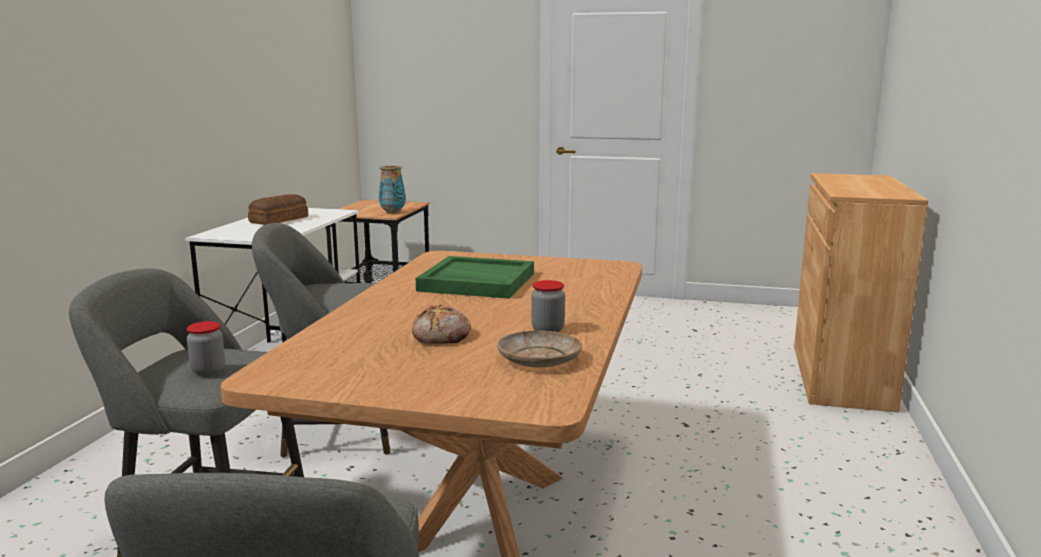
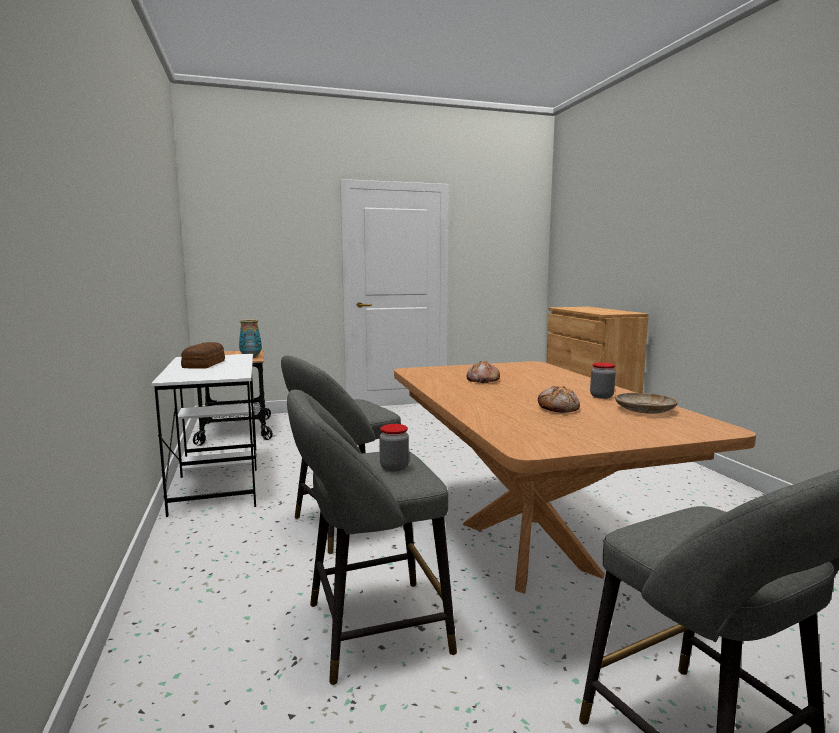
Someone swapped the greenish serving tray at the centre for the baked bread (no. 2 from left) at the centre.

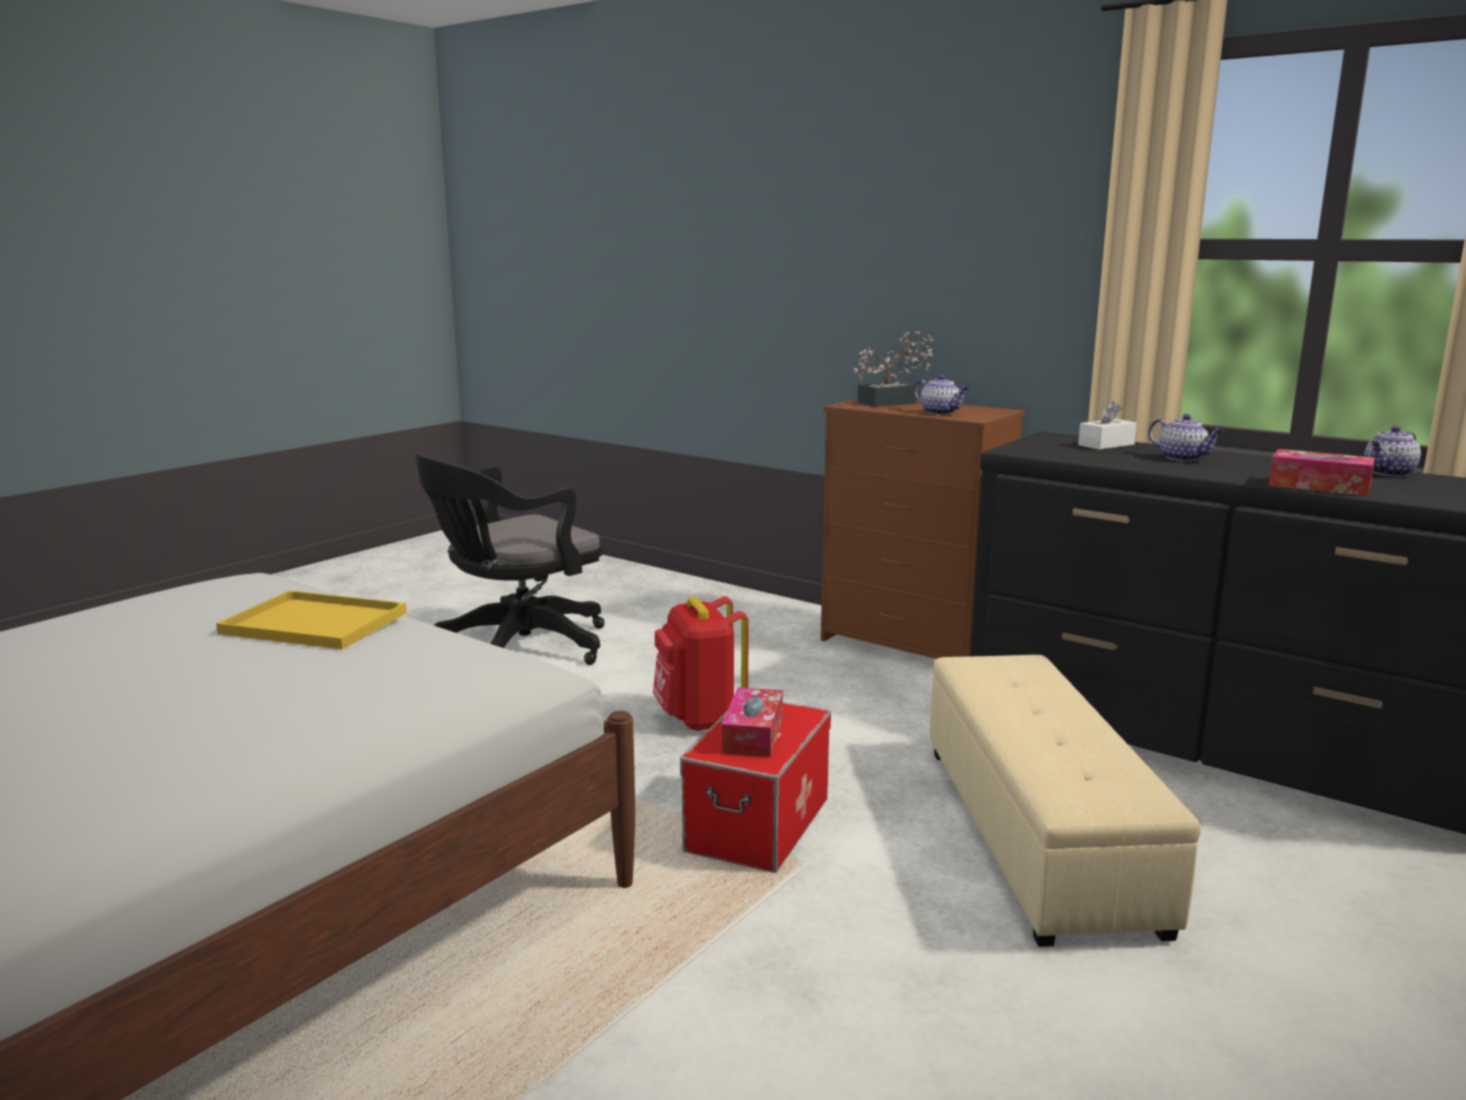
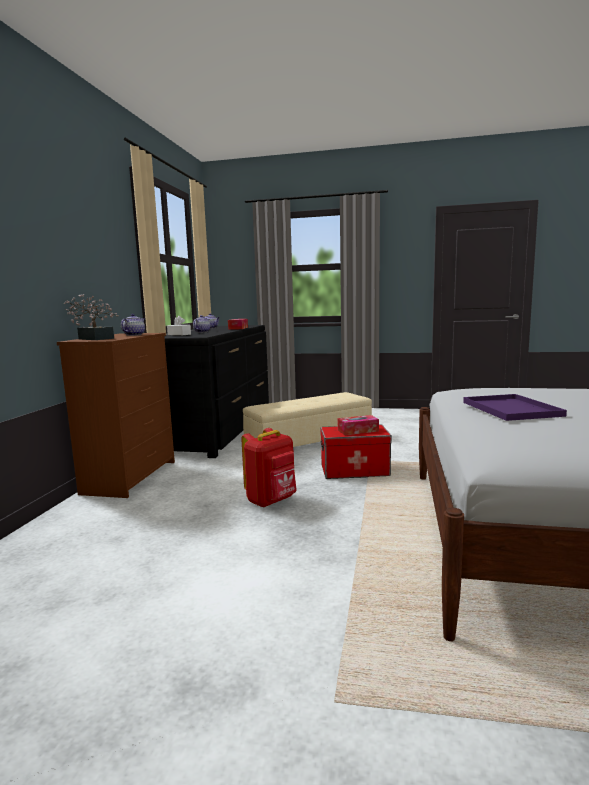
Someone took away the black computer chair at the centre.
Someone repainted the yellow serving tray at the middle left, which became the purple-coloured serving tray at the middle right.

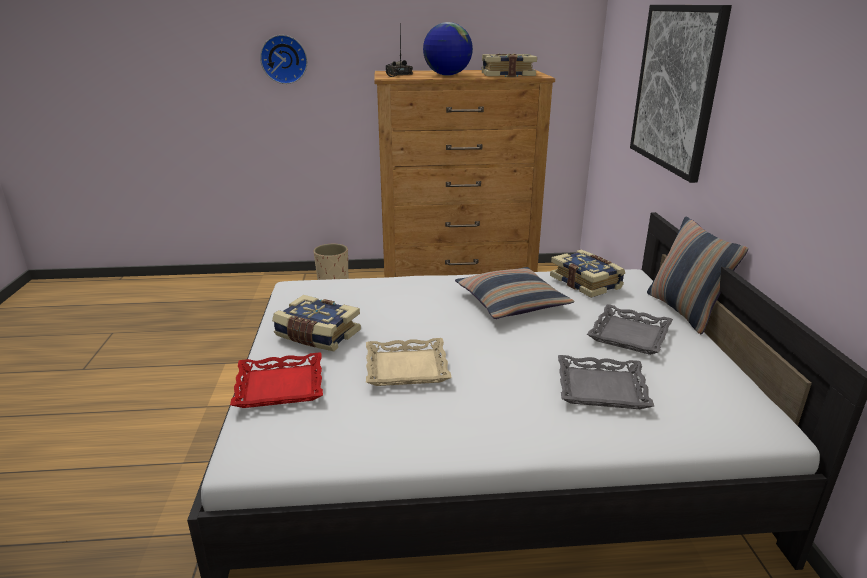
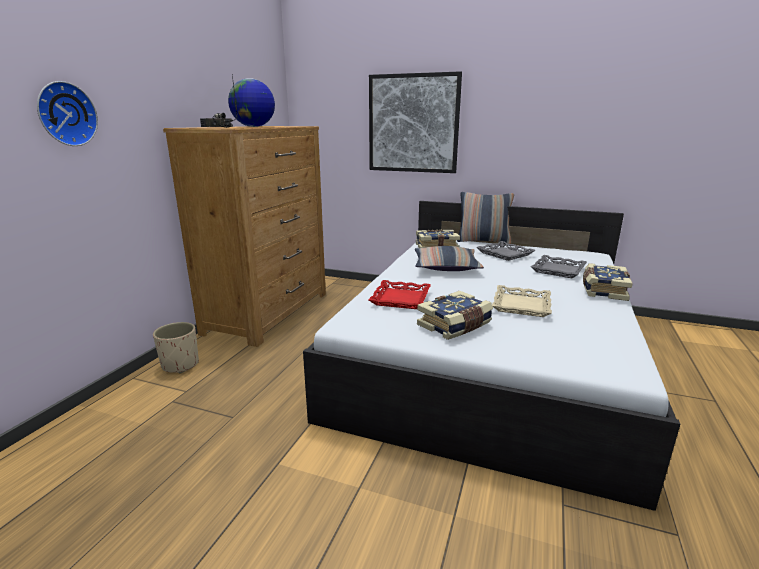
Someone carried the volume (no. 2 from left in the first image) from the top centre to the middle right.
Someone carried the red-coloured serving tray from the middle left to the centre.

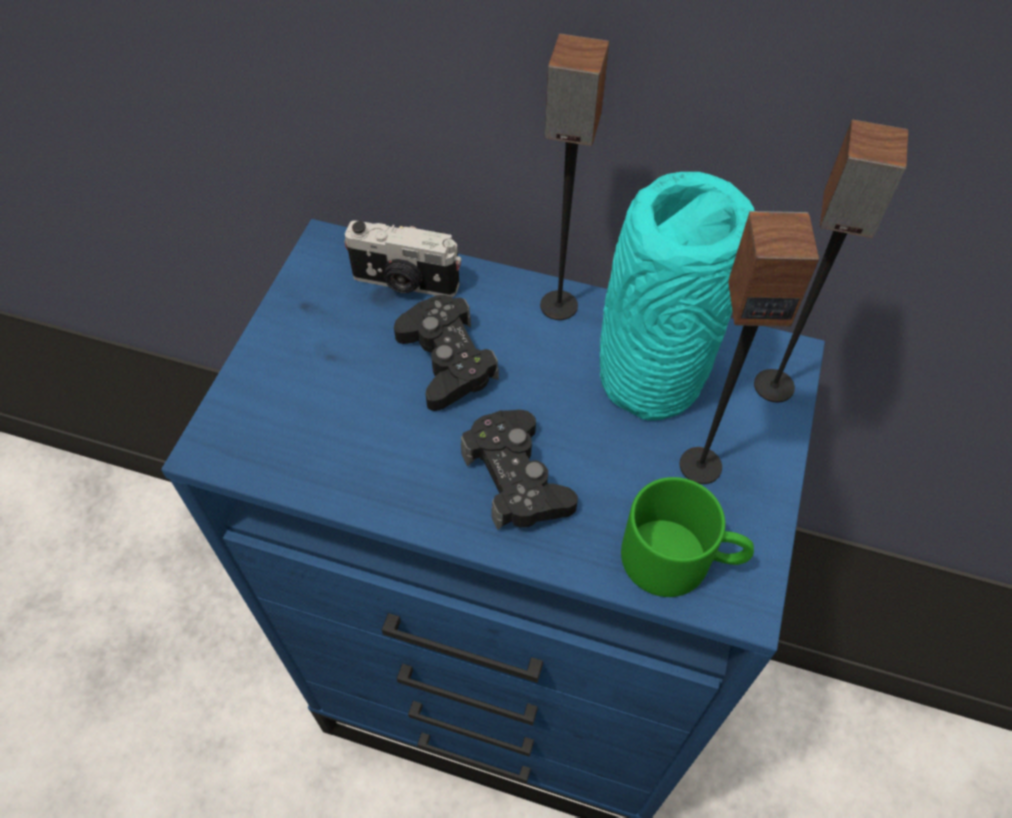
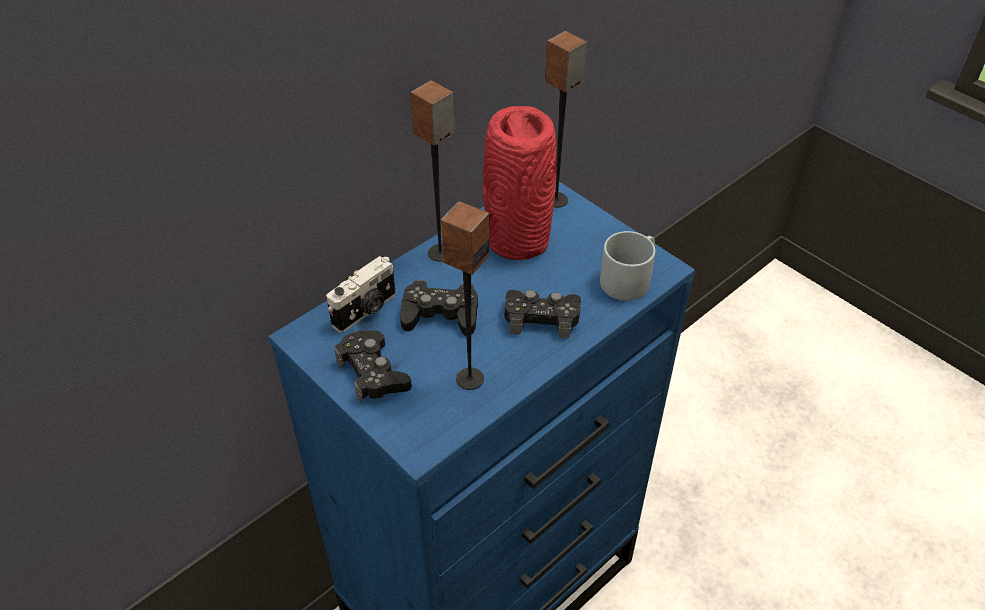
Someone repainted the turquoise flower vase at the middle right, which became the red-coloured flower vase at the top centre.
Someone carried the audio speaker (no. 2 from left) from the middle right to the centre.
Someone repainted the greenish mug at the middle right, which became the grey mug at the centre.
Someone put down the black gamepad (no. 1 from left) at the centre.

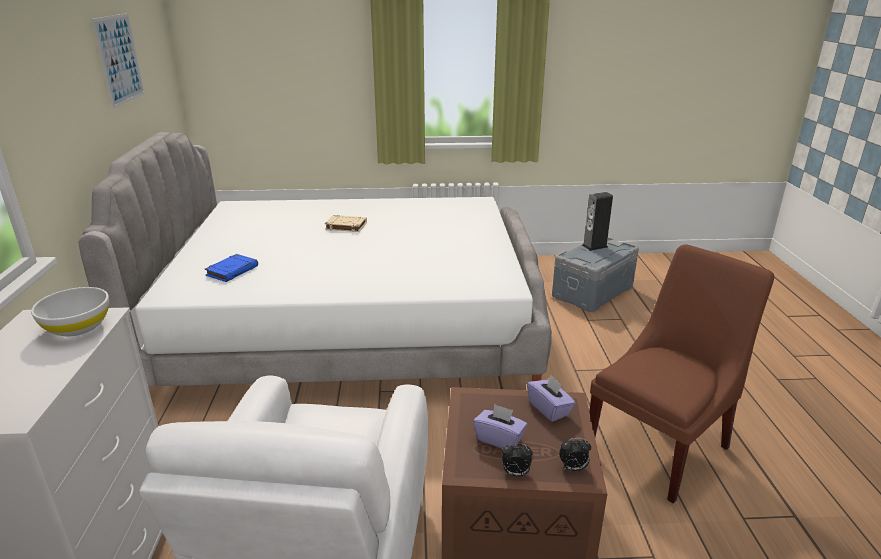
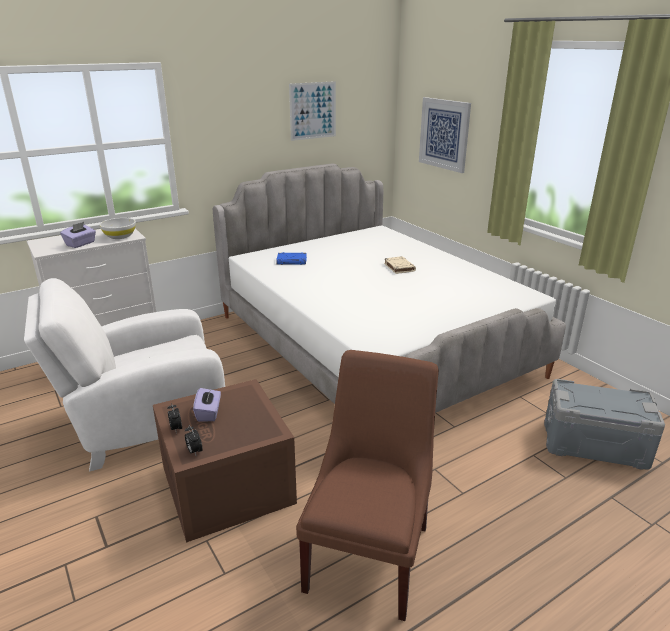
Someone took away the audio speaker at the middle right.
Someone rotated the brown upright chair at the bottom right by 90 degrees counterclockwise.
Someone carried the purple-coloured tissue holder (no. 2 from left in the first image) from the bottom centre to the middle left.
Someone put up the picture (no. 2 from left) at the top centre.

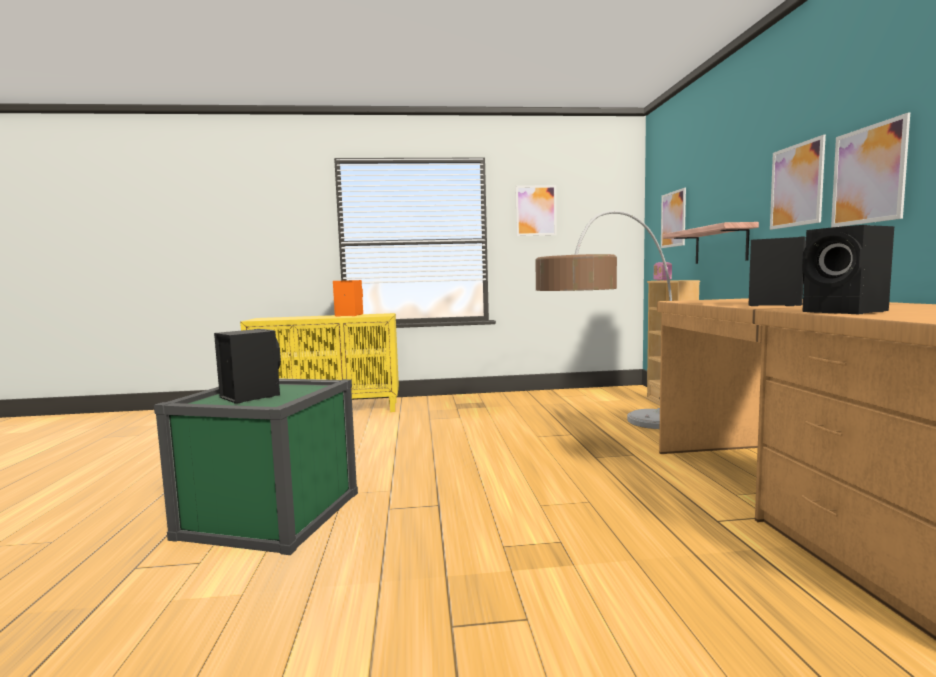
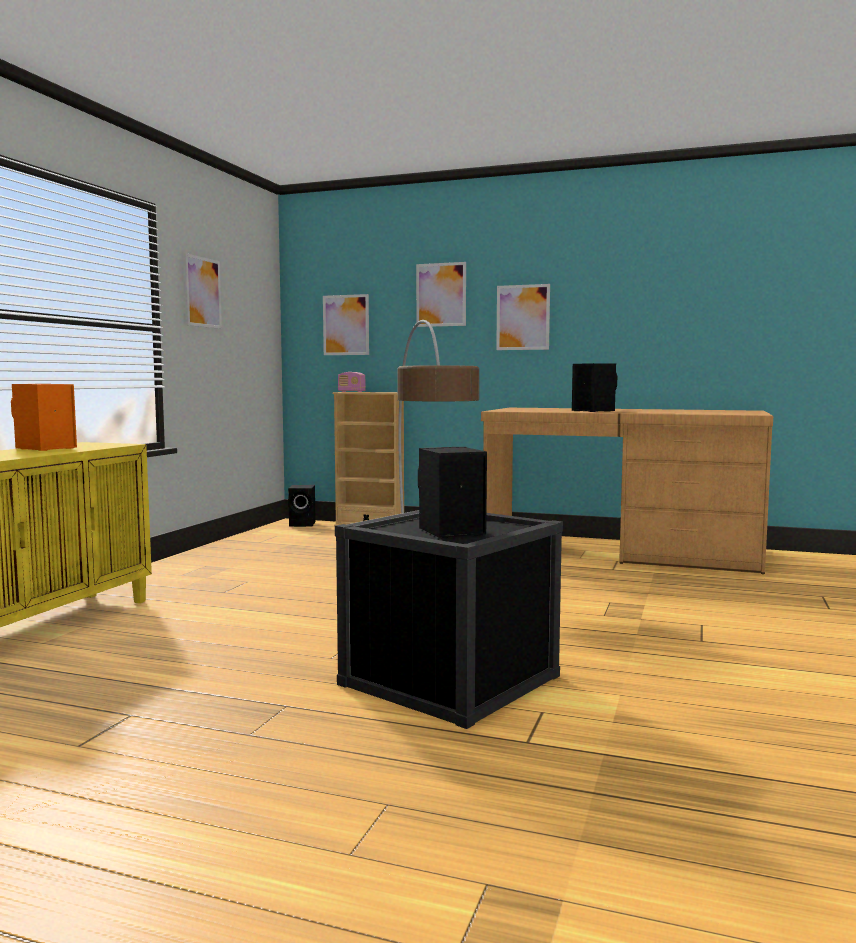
Someone carried the picture (no. 4 from left in the first image) from the top right to the top centre.
Someone took away the wall shelf at the middle right.
Someone carried the black audio speaker (no. 3 from left in the first image) from the middle right to the centre.
Someone repainted the greenish storage bin at the bottom left, which became the black storage bin at the centre.

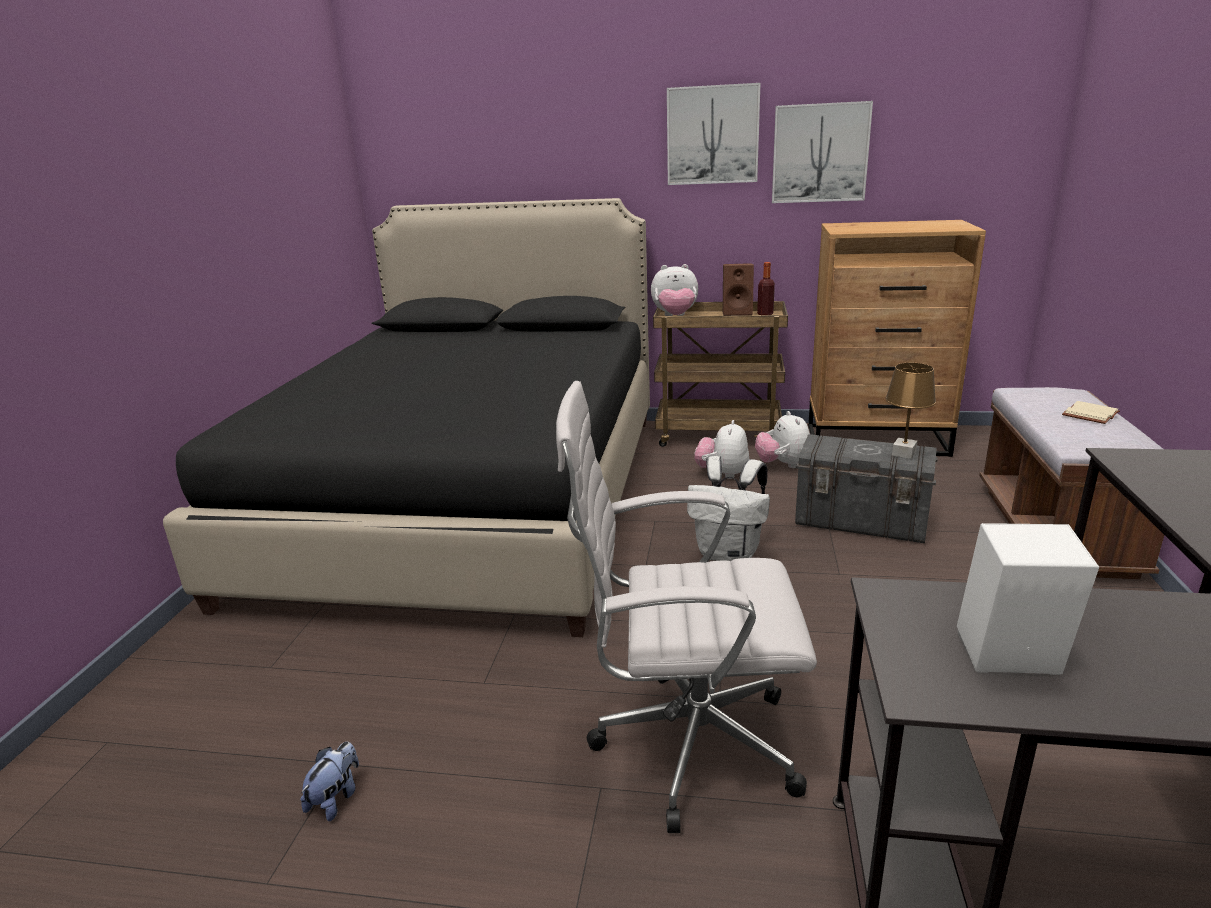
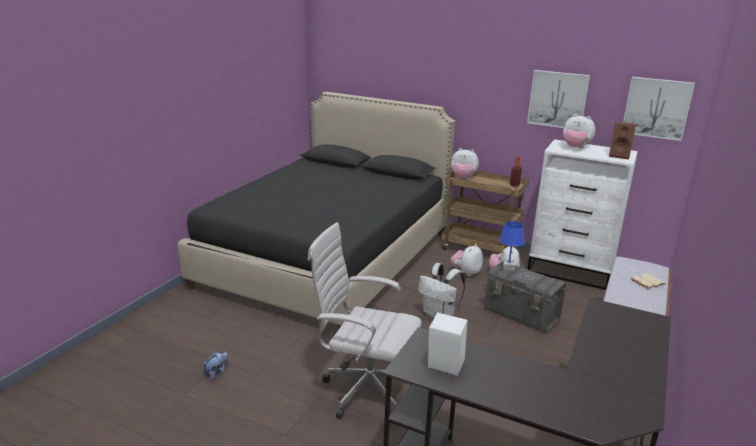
Someone carried the picture (no. 1 from left in the first image) from the top centre to the top right.
Someone repainted the brown drawer chest at the middle right, which became the white drawer chest at the middle right.
Someone carried the brown audio speaker from the top centre to the top right.
Someone took away the brown table lamp at the middle right.
Someone put down the plush toy (no. 5 from left) at the top right.
Someone put down the bluish table lamp at the middle right.

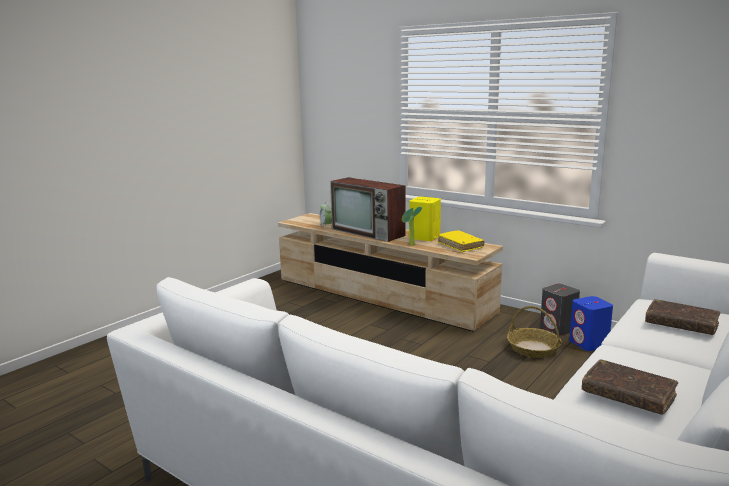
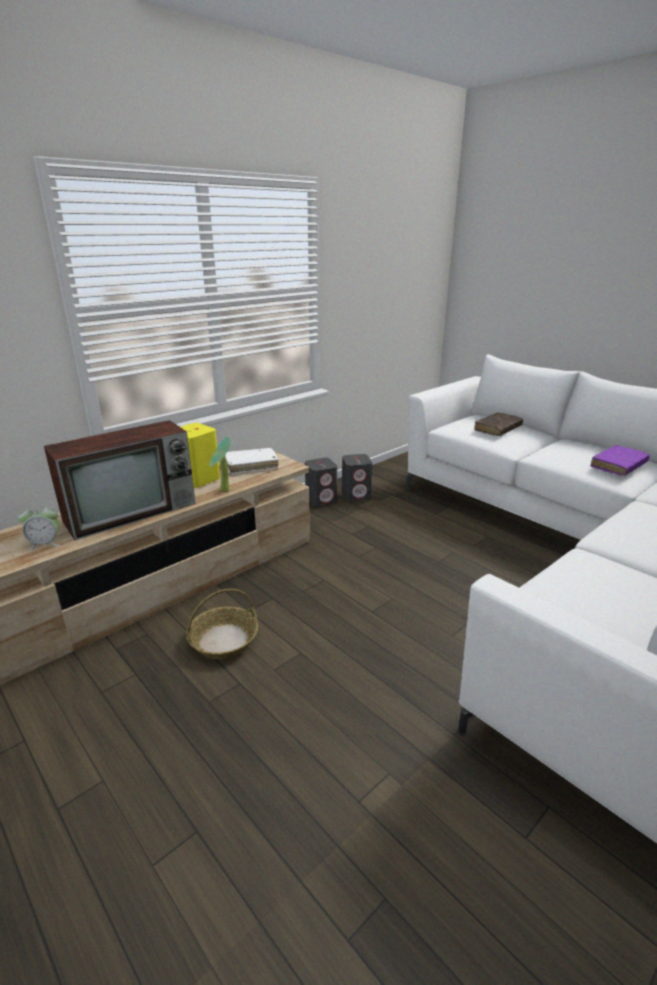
Someone repainted the yellow volume at the centre, which became the white volume at the centre.
Someone repainted the bluish audio speaker at the middle right, which became the grey audio speaker (no. 2 from left) at the centre.
Someone carried the storage basket from the bottom right to the centre.
Someone repainted the brown volume (no. 1 from left) at the bottom right, which became the purple-coloured volume at the middle right.

